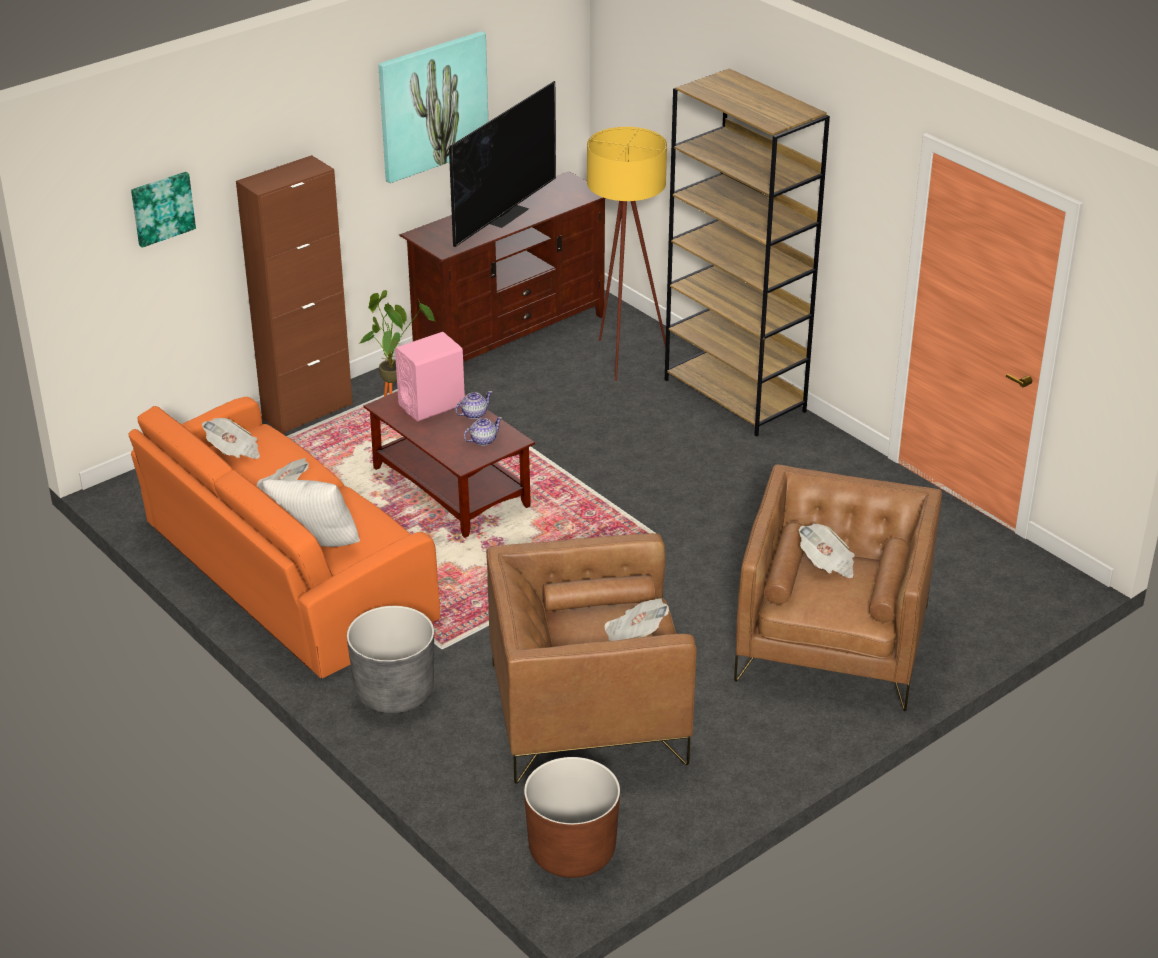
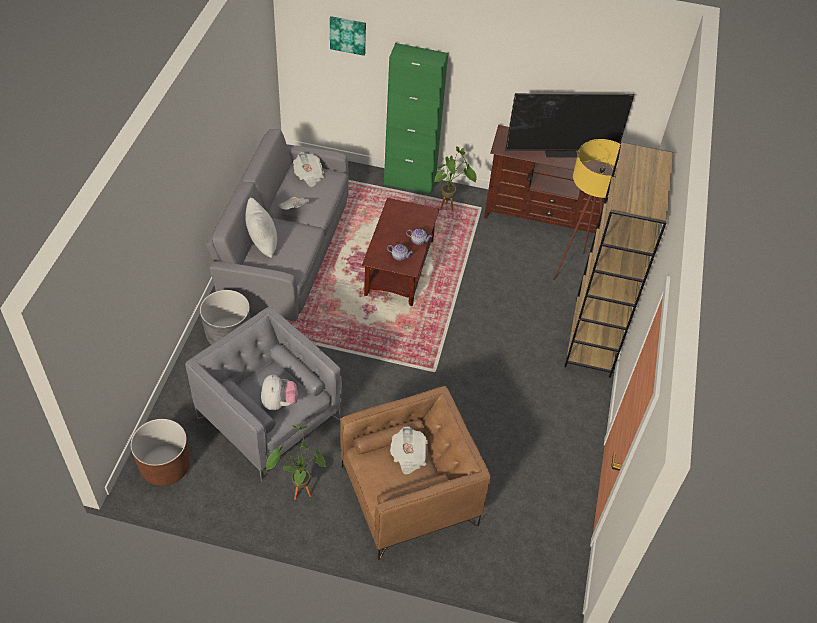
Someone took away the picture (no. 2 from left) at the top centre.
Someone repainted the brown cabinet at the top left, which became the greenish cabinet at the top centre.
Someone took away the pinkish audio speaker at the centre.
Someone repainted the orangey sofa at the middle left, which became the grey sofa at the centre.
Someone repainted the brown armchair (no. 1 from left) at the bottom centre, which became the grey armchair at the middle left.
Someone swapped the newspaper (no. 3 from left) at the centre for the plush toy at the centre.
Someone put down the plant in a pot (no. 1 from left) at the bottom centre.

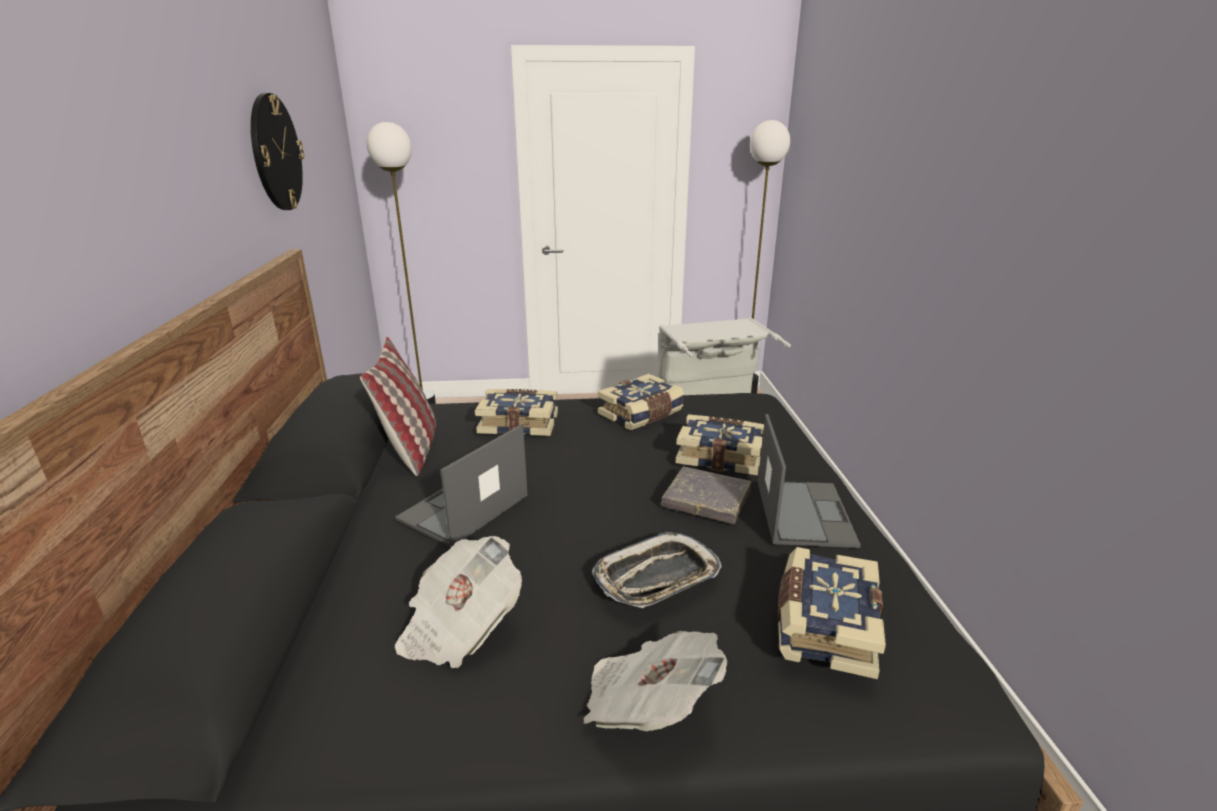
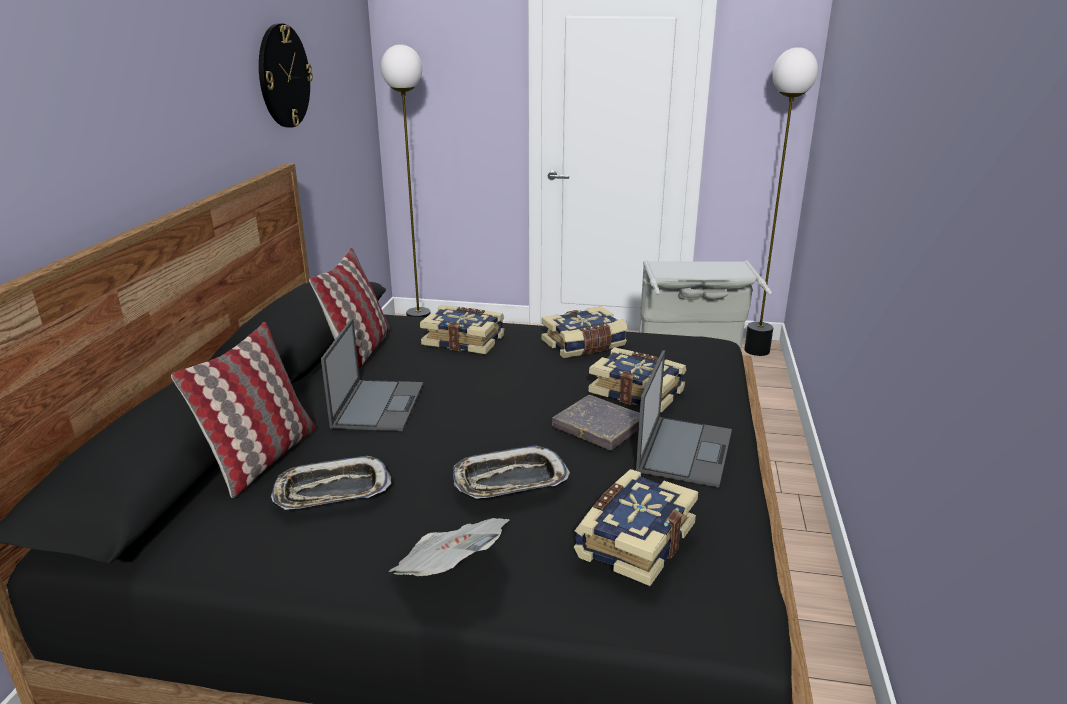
Someone rotated the portable computer (no. 1 from left) at the centre by 135 degrees clockwise.
Someone swapped the newspaper (no. 1 from left) at the bottom centre for the serving tray (no. 1 from left) at the bottom left.
Someone put down the pillow (no. 1 from left) at the middle left.

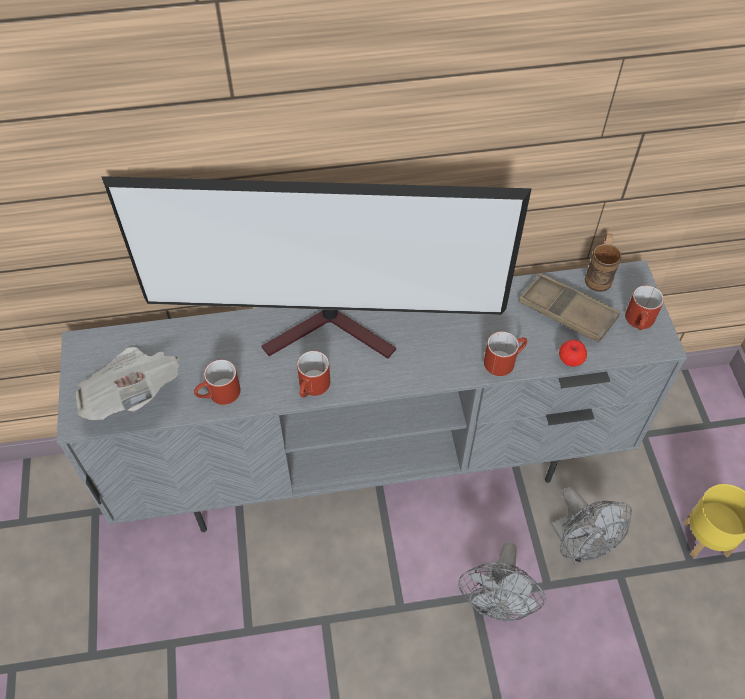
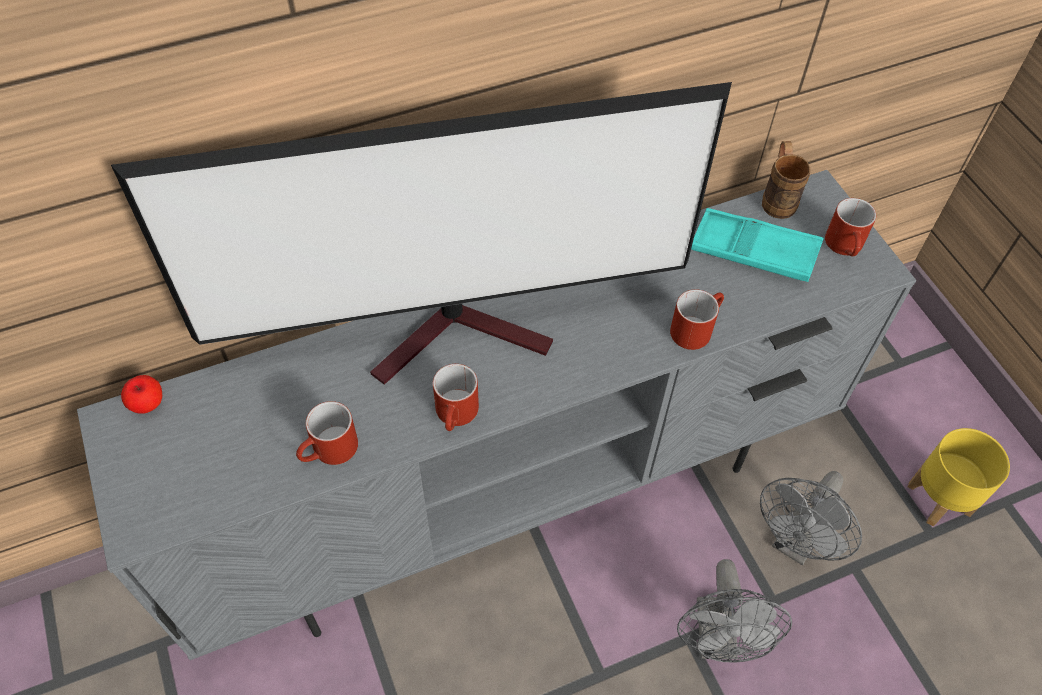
Someone repainted the brown serving tray at the middle right, which became the turquoise serving tray at the middle right.
Someone carried the apple fruit from the middle right to the middle left.
Someone took away the newspaper at the middle left.
Someone rotated the grey cooling fan (no. 2 from left) at the bottom right by 75 degrees clockwise.

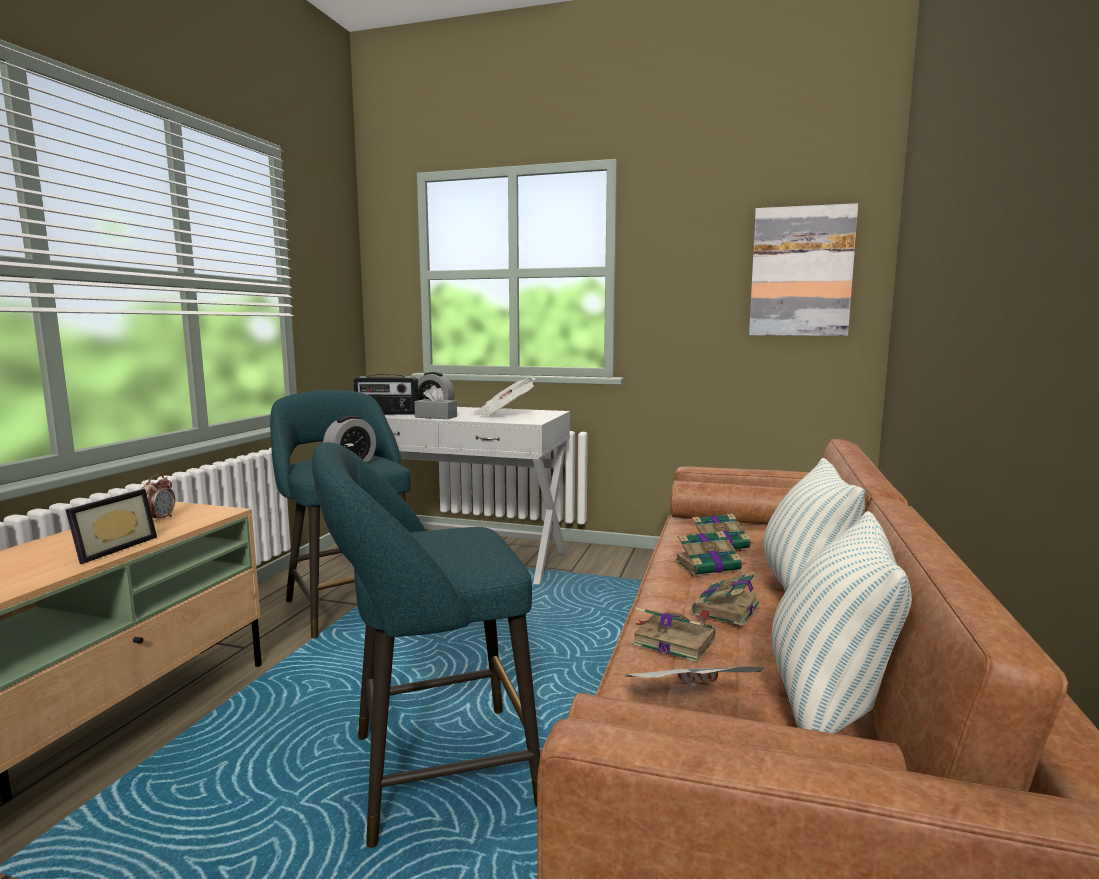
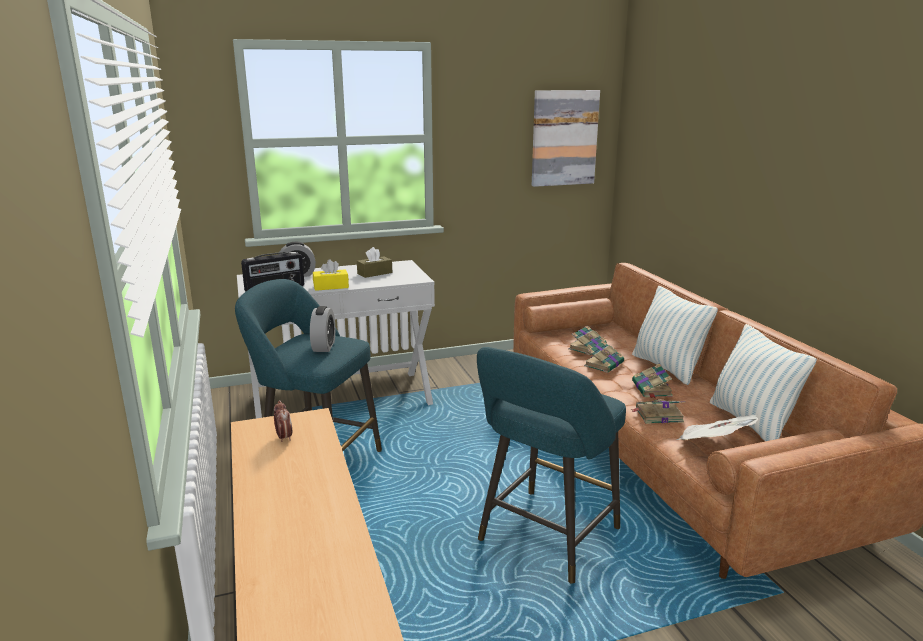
Someone swapped the newspaper (no. 1 from left) at the centre for the brown tissue holder at the centre.
Someone repainted the grey tissue holder at the centre, which became the yellow tissue holder at the centre.
Someone took away the picture frame at the middle left.

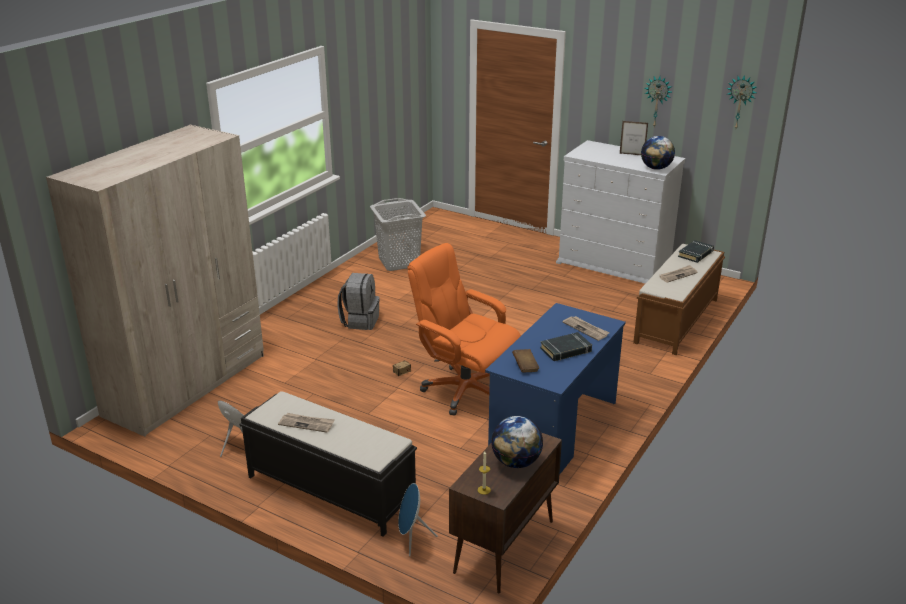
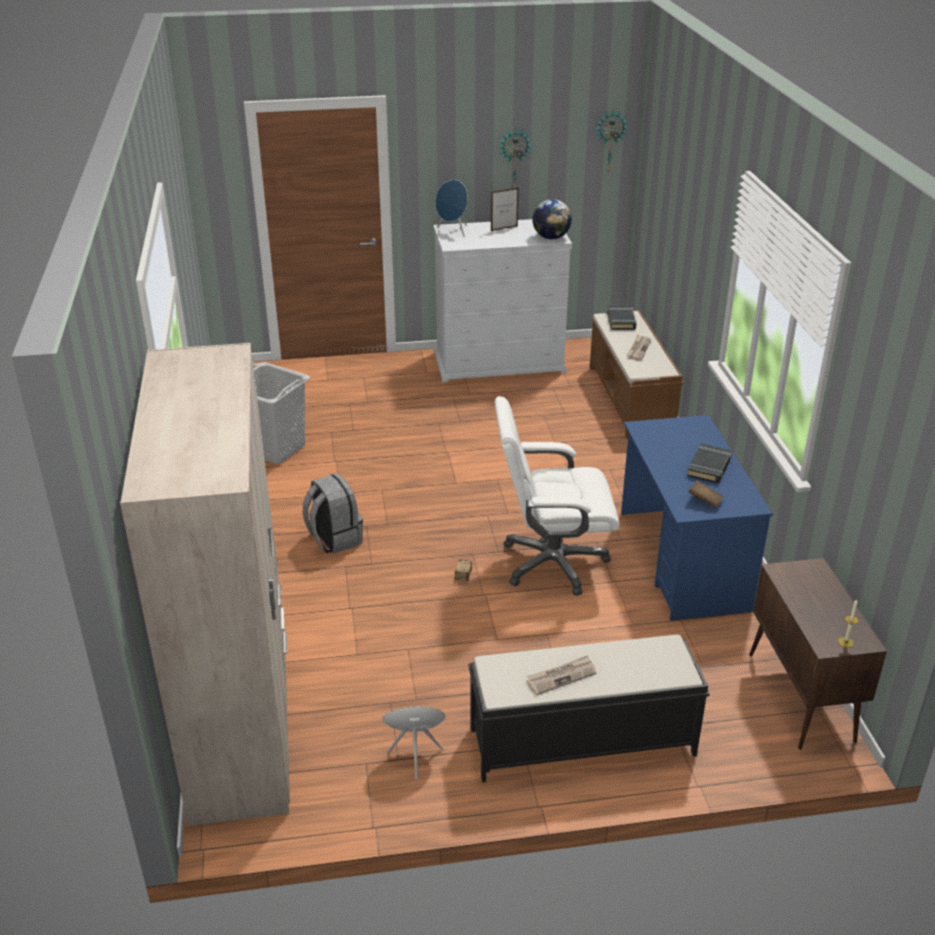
Someone repainted the orangey computer chair at the centre, which became the white computer chair at the centre.
Someone took away the newspaper (no. 2 from left) at the centre.
Someone took away the globe (no. 1 from left) at the bottom centre.
Someone carried the bluish audio speaker (no. 2 from left) from the bottom centre to the top centre.

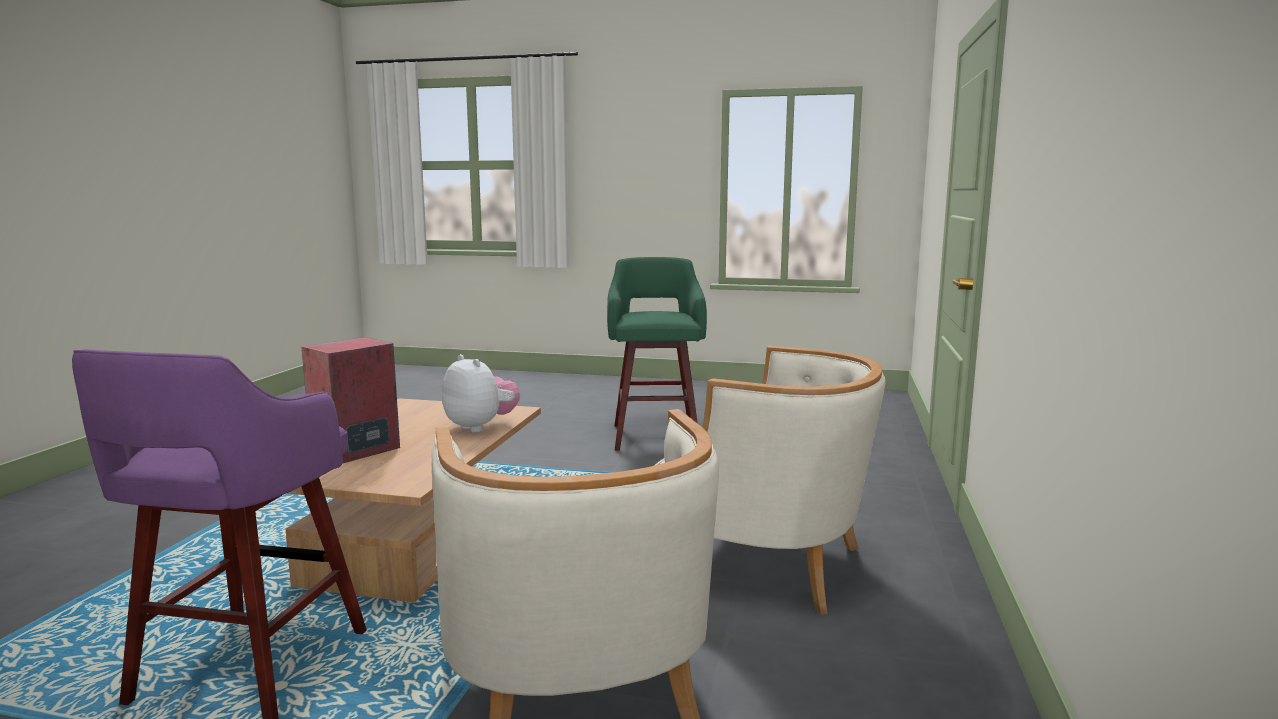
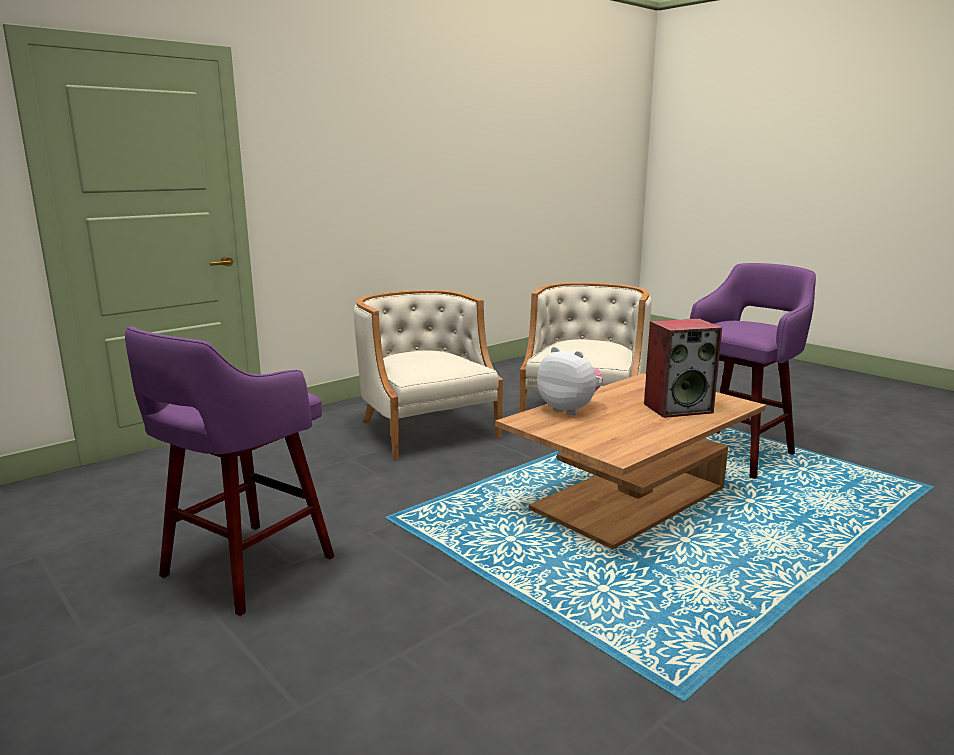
Someone repainted the greenish stool at the centre, which became the purple-coloured stool (no. 1 from left) at the middle left.
Someone rotated the plush toy at the centre by 135 degrees clockwise.

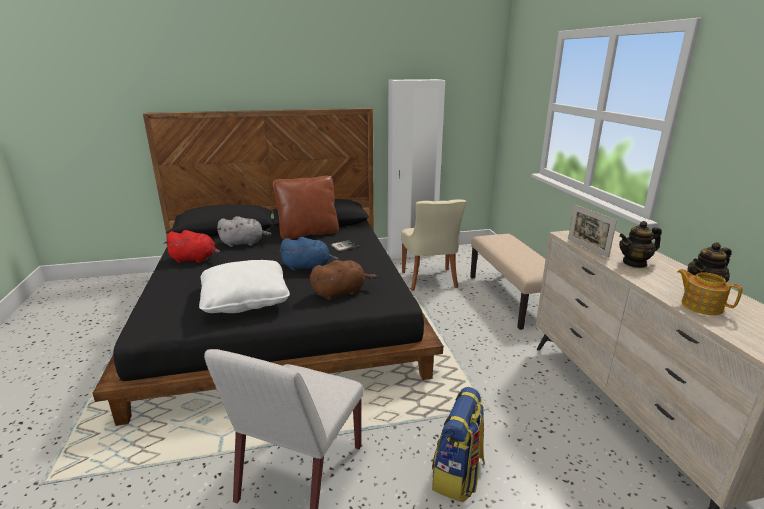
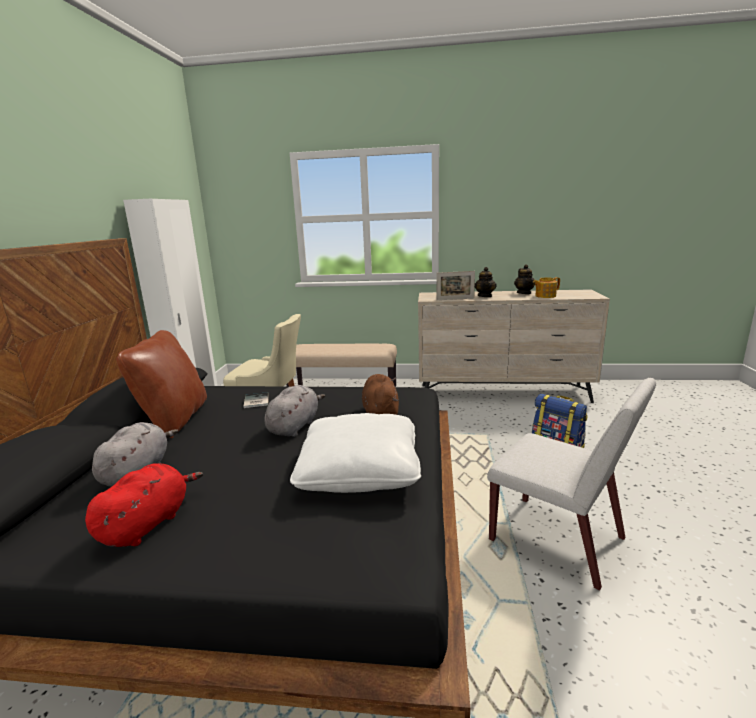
Someone repainted the bluish plush toy at the centre, which became the grey plush toy (no. 2 from left) at the centre.

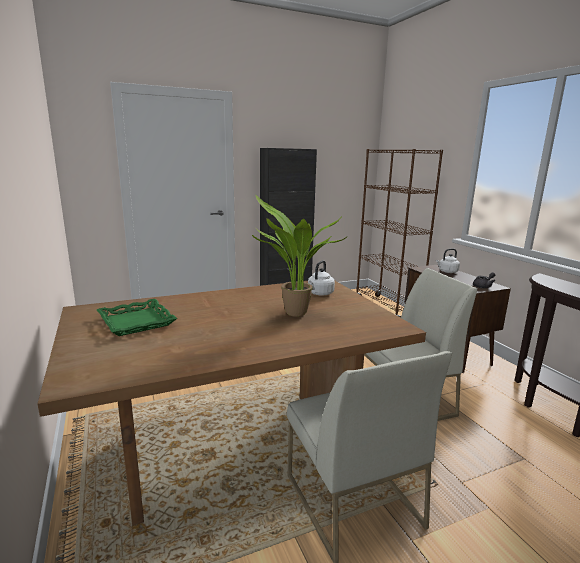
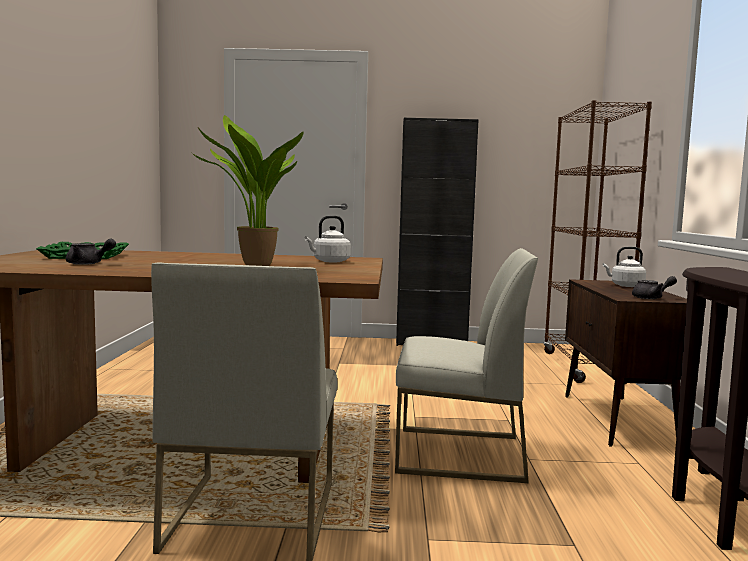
Someone put down the grey tea pot (no. 1 from left) at the middle left.

